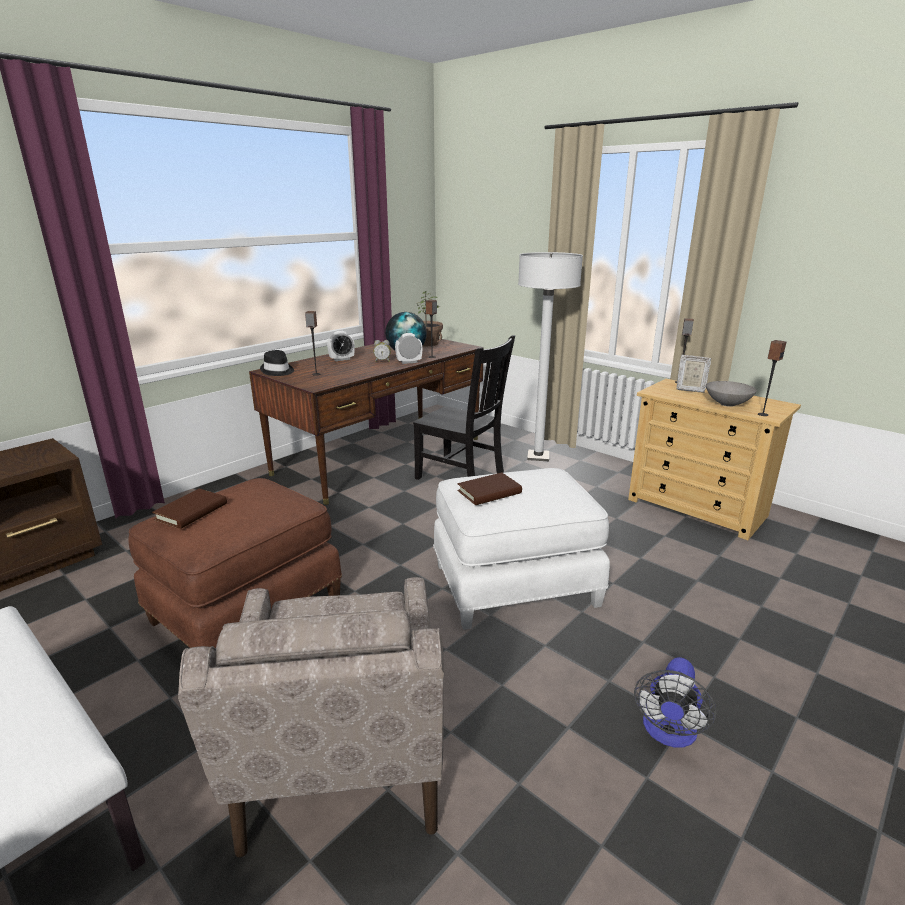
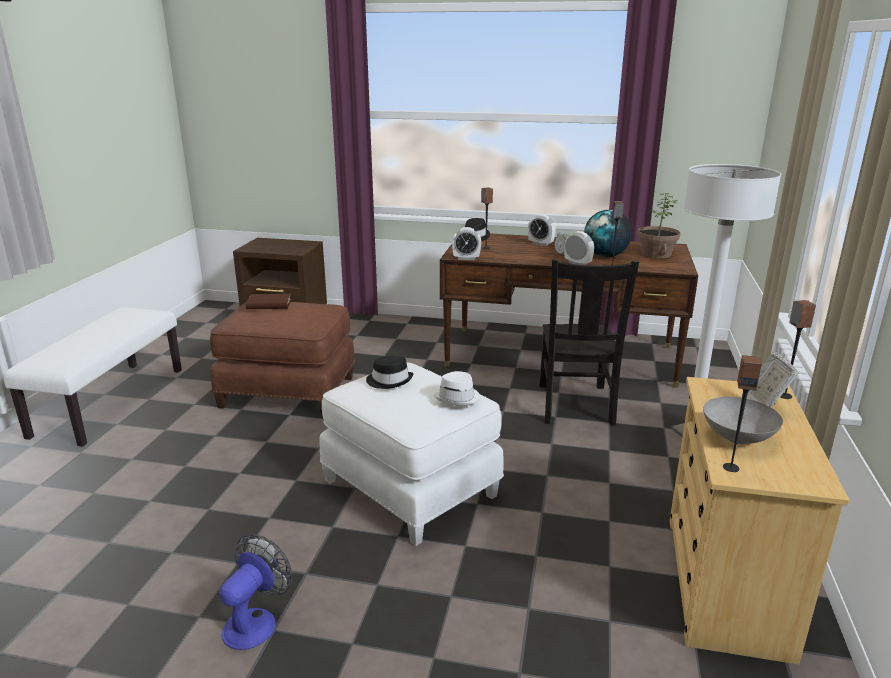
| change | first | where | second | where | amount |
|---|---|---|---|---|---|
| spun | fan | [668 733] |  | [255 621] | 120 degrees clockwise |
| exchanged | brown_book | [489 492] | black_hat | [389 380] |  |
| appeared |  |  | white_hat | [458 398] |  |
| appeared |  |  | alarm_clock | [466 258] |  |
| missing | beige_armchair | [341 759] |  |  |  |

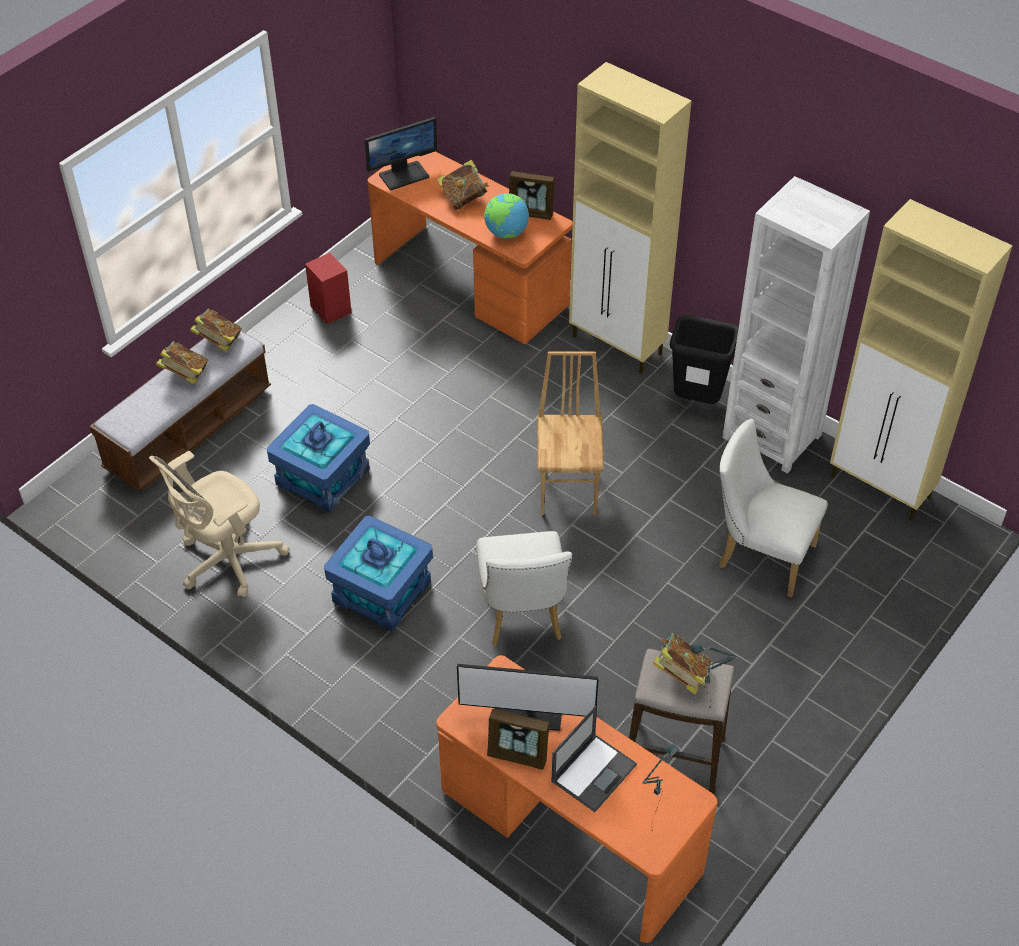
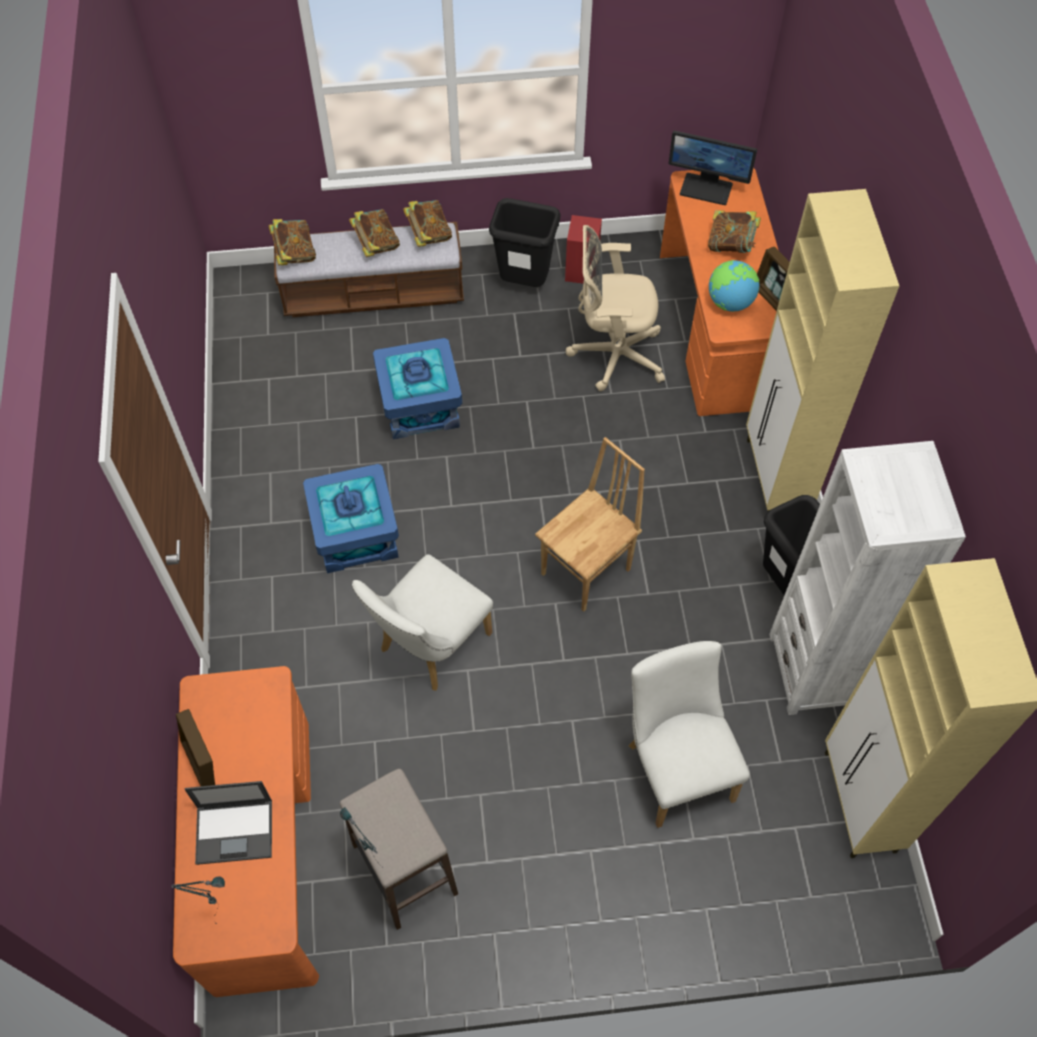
| change | first | where | second | where | amount |
|---|---|---|---|---|---|
| relocated | book | [680 675] |  | [294 254] |  |
| appeared |  |  | black_trash_can | [525 284] |  |
| relocated | beige_office_chair | [226 561] |  | [612 355] |  |
| missing | monitor | [527 714] |  |  |  |

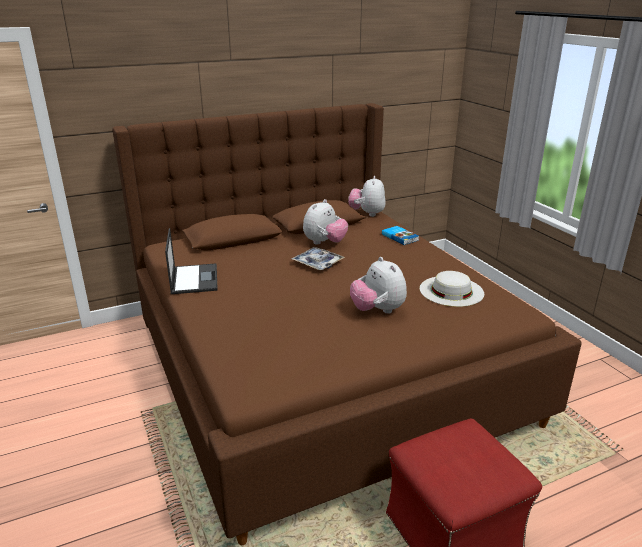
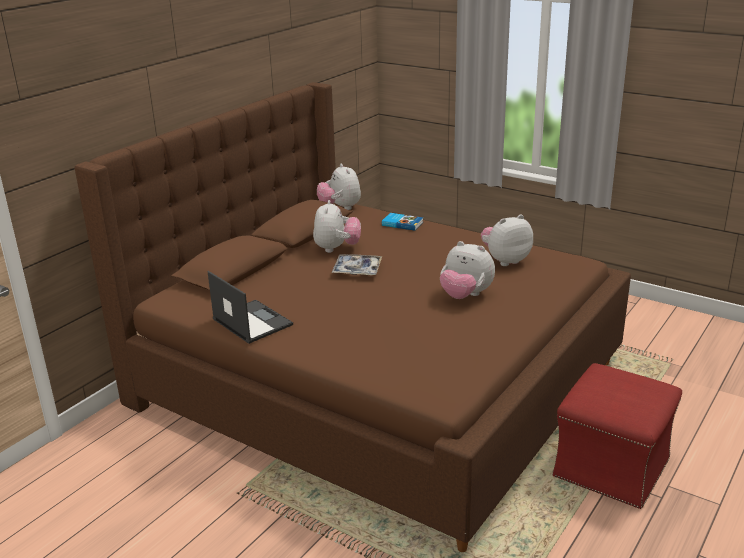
| change | first | where | second | where | amount |
|---|---|---|---|---|---|
| exchanged | white_hat | [451 291] | plush_toy | [505 260] |  |

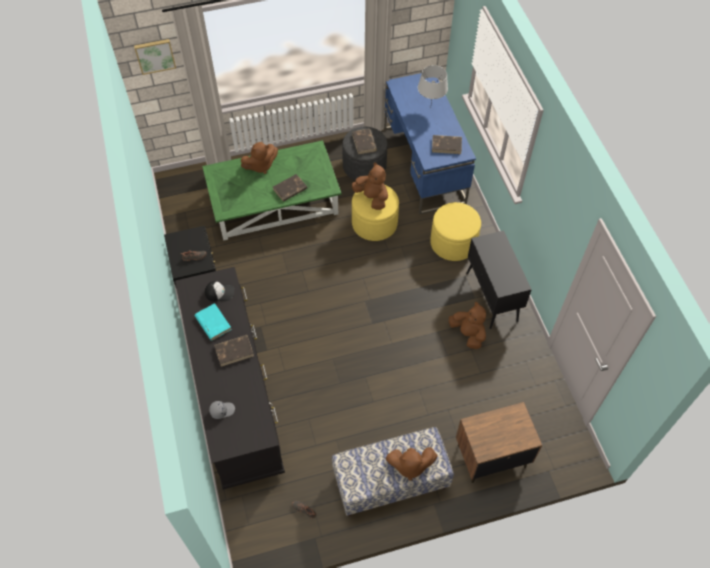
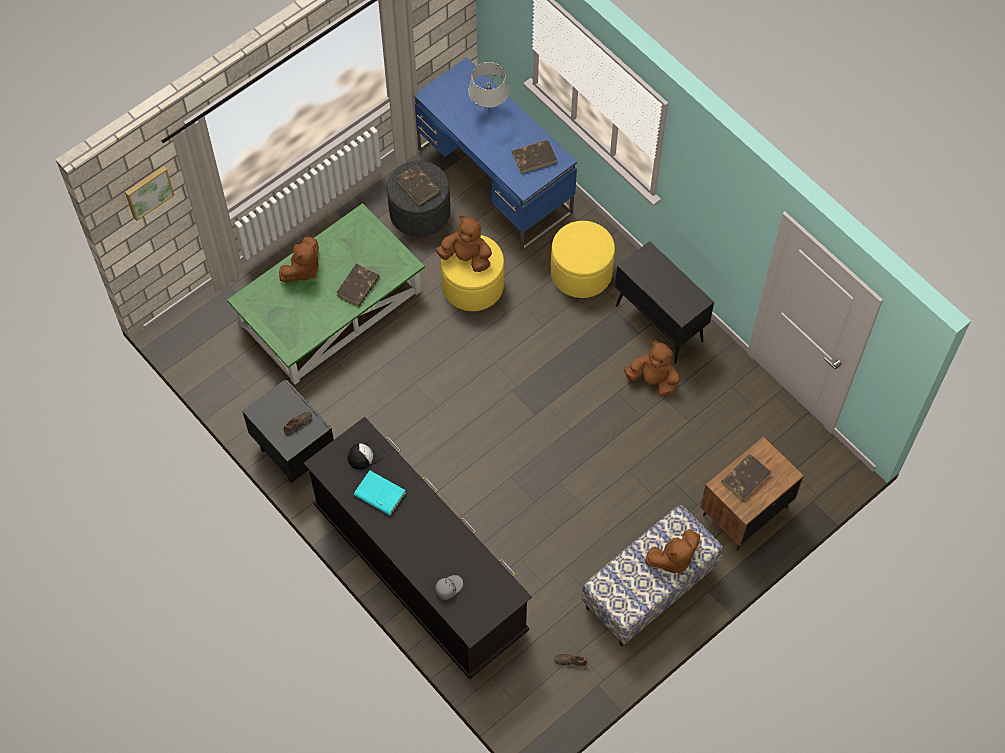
| change | first | where | second | where | amount |
|---|---|---|---|---|---|
| relocated | brown_book | [234 351] |  | [746 478] |  |

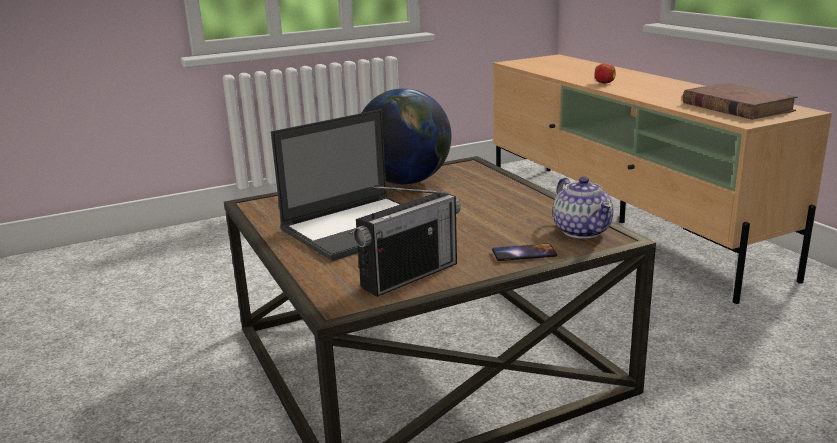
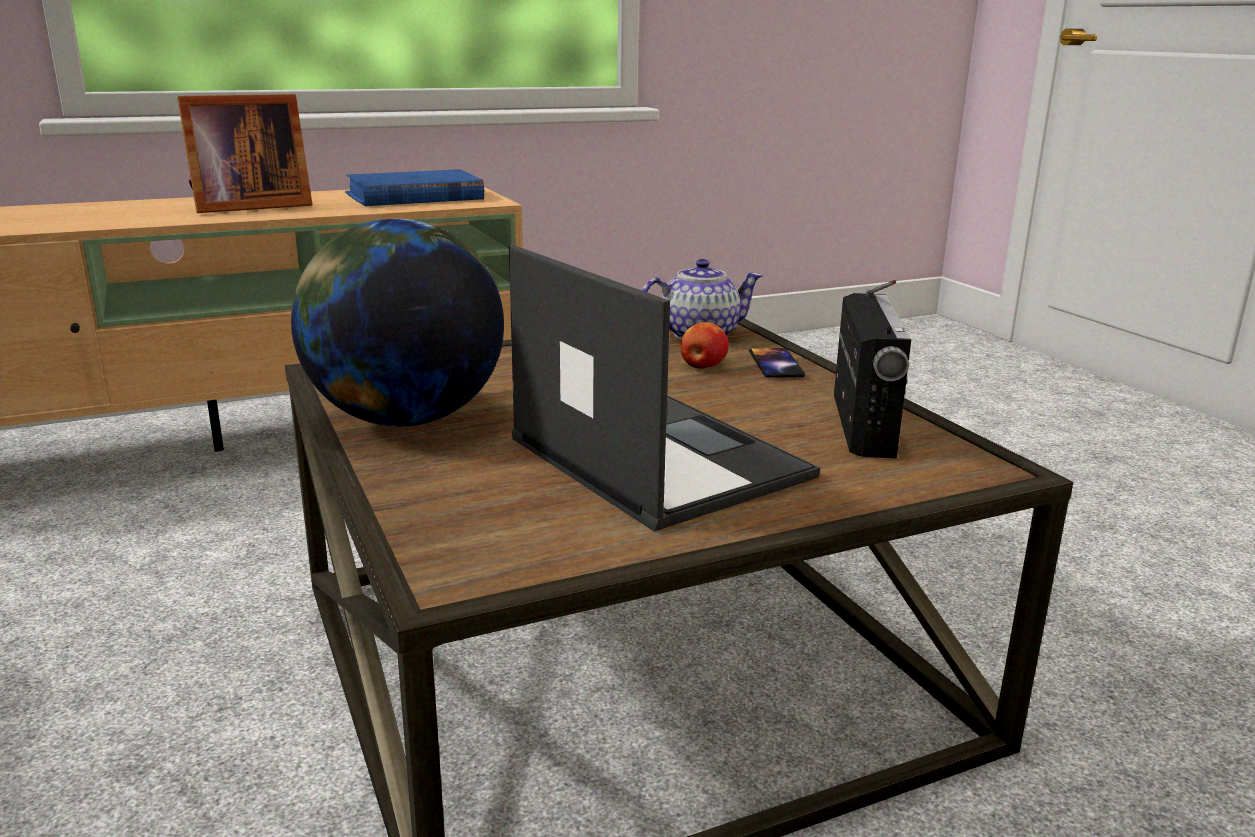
| change | first | where | second | where | amount |
|---|---|---|---|---|---|
| appeared |  |  | picture_frame | [246 206] |  |
| colour | brown_book | [736 107] | blue_book | [414 197] |  |
| relocated | apple | [603 83] |  | [702 367] |  |
| spun | radio | [409 275] |  | [863 425] | 45 degrees clockwise |

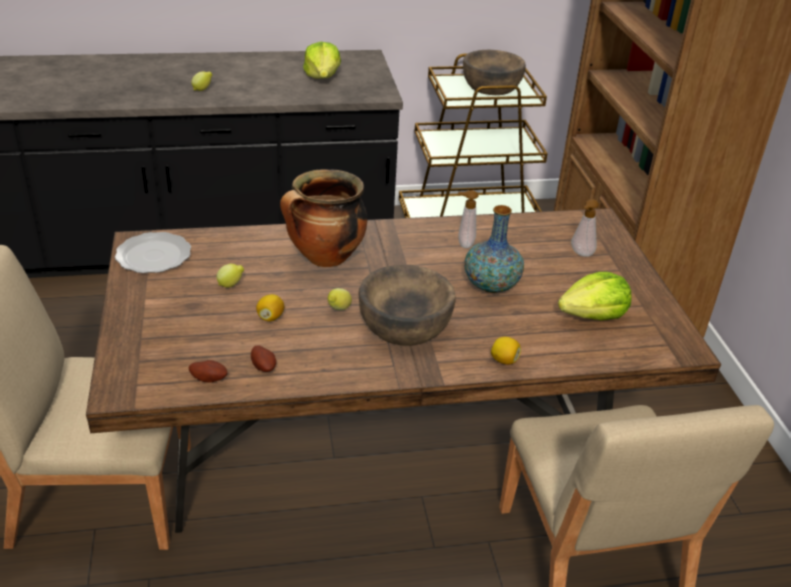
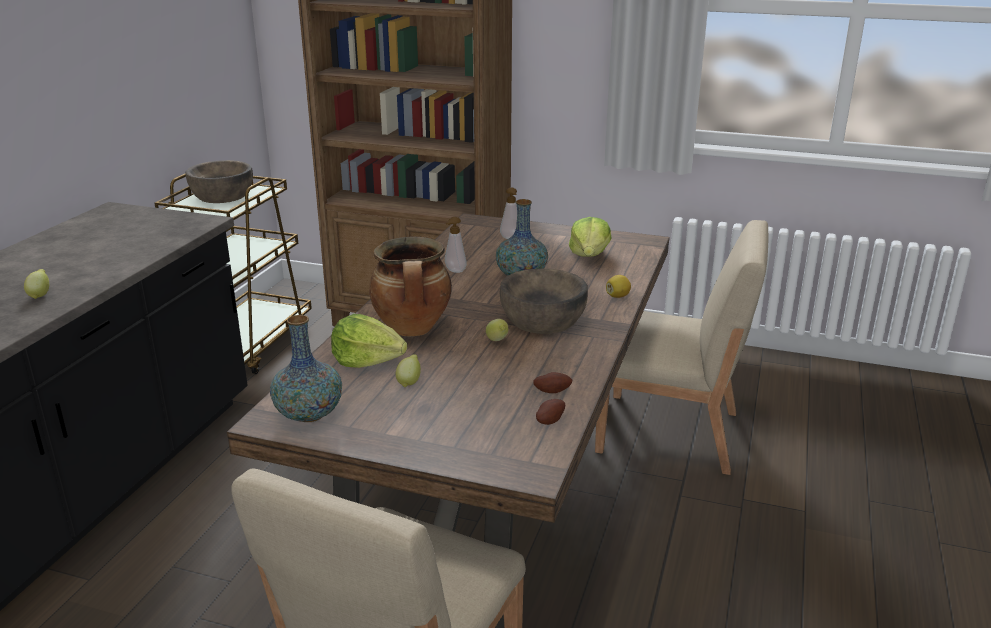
| change | first | where | second | where | amount |
|---|---|---|---|---|---|
| exchanged | plate | [154 256] | vase | [309 414] |  |
| relocated | lettuce | [322 77] |  | [367 360] |  |
| missing | lemon | [270 317] |  |  |  |

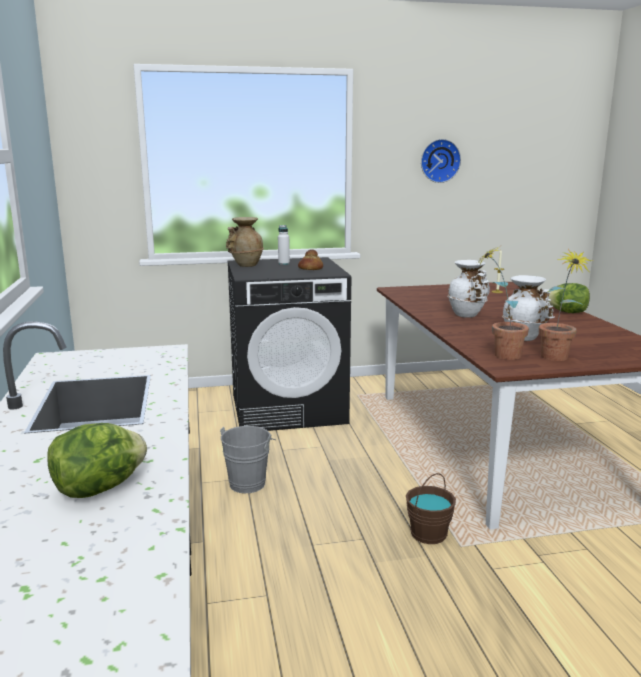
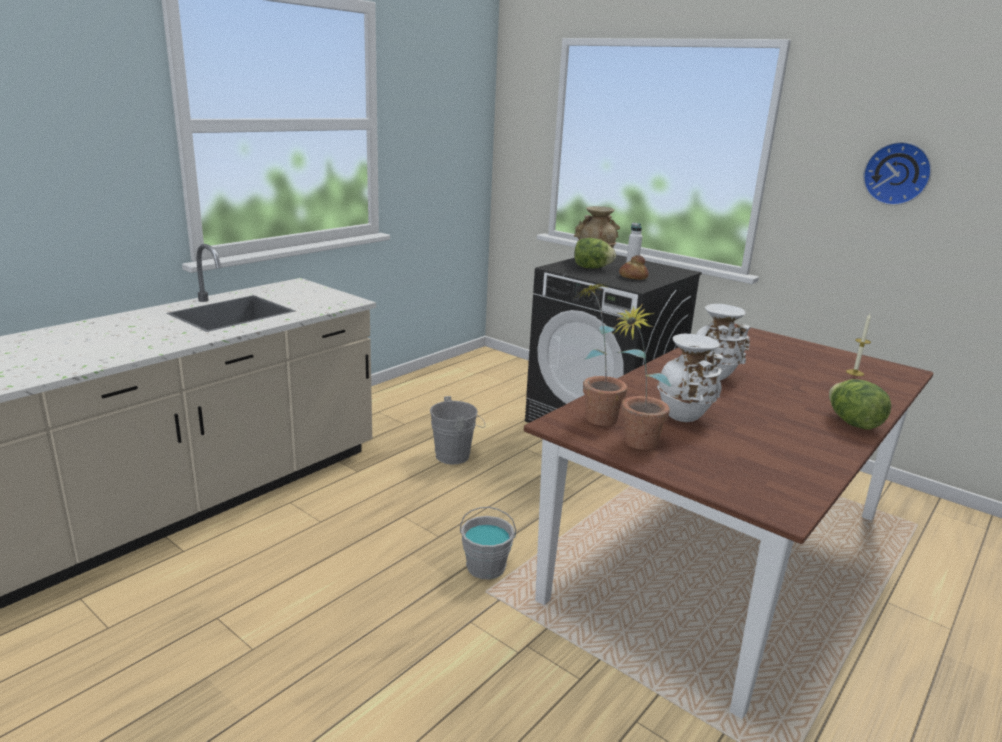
| change | first | where | second | where | amount |
|---|---|---|---|---|---|
| colour | brown_bucket | [428 533] | grey_bucket | [486 567] |  |
| relocated | lettuce | [99 489] |  | [591 268] |  |

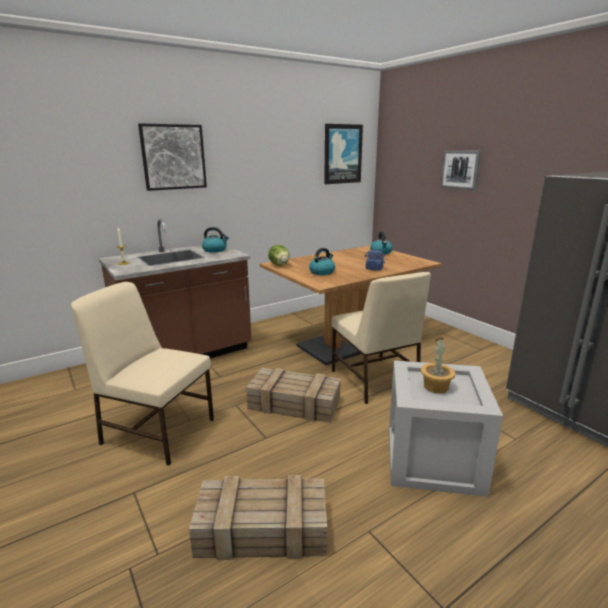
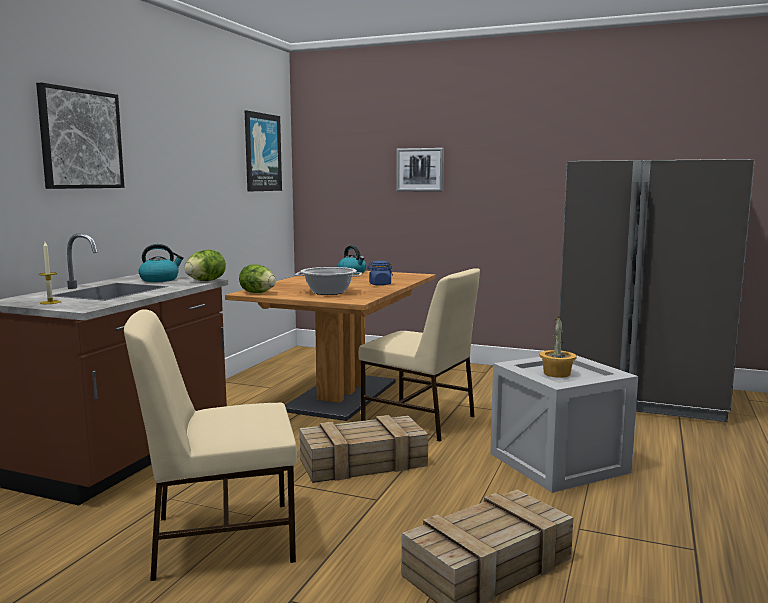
| change | first | where | second | where | amount |
|---|---|---|---|---|---|
| appeared |  |  | lettuce | [205 281] |  |
| exchanged | kettle | [322 272] | cooking_pot | [328 292] |  |

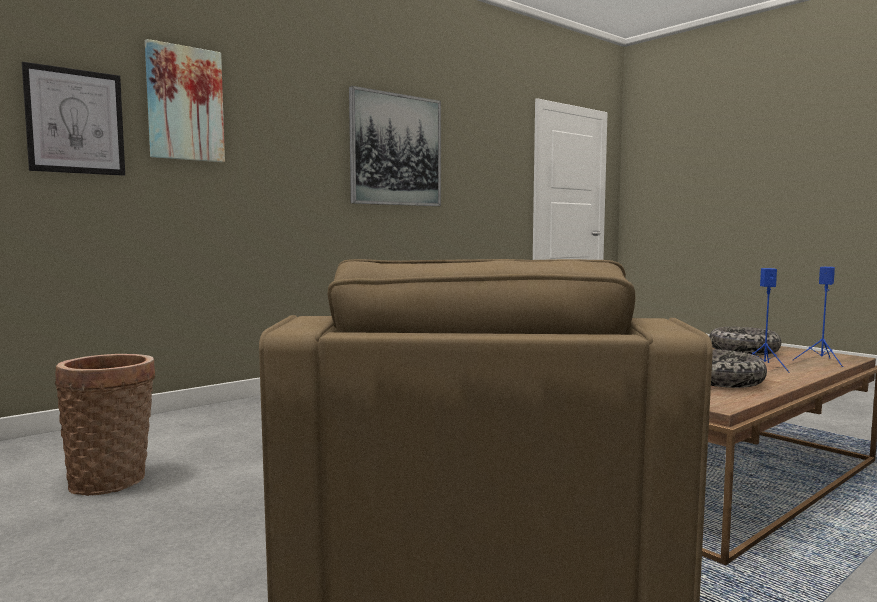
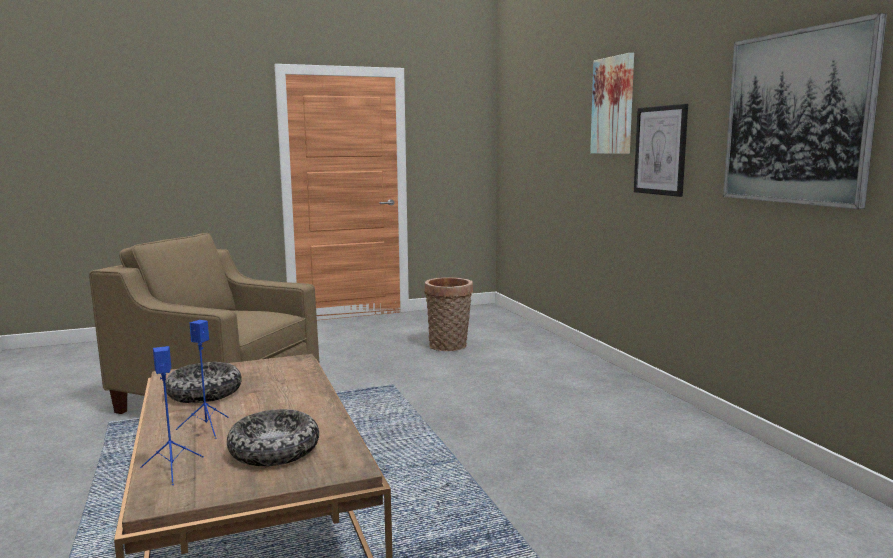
| change | first | where | second | where | amount |
|---|---|---|---|---|---|
| relocated | picture | [75 121] |  | [660 150] |  |

